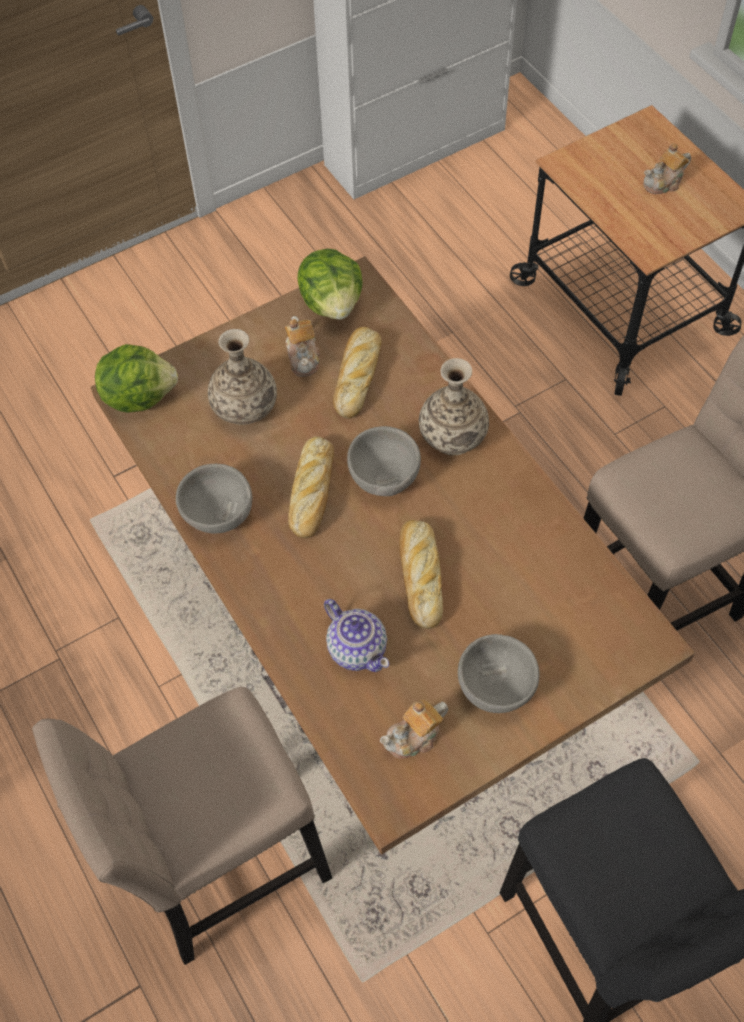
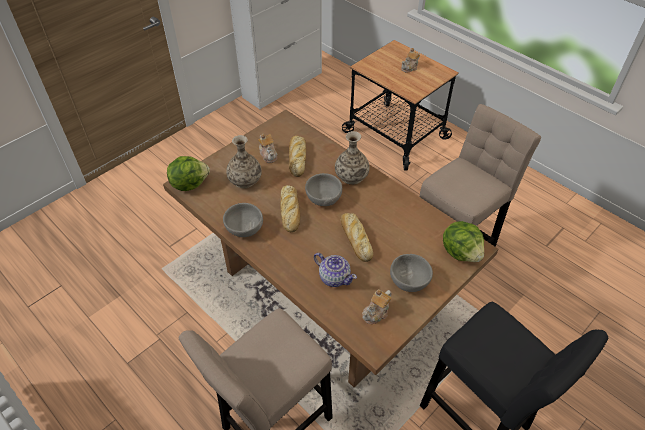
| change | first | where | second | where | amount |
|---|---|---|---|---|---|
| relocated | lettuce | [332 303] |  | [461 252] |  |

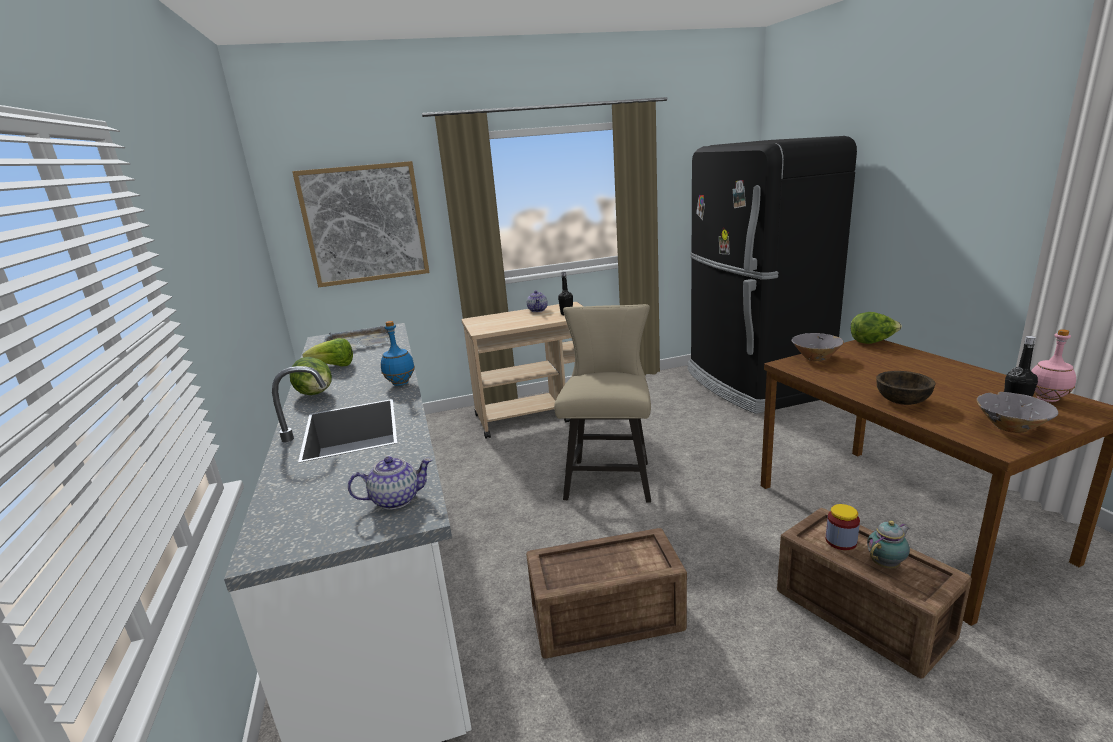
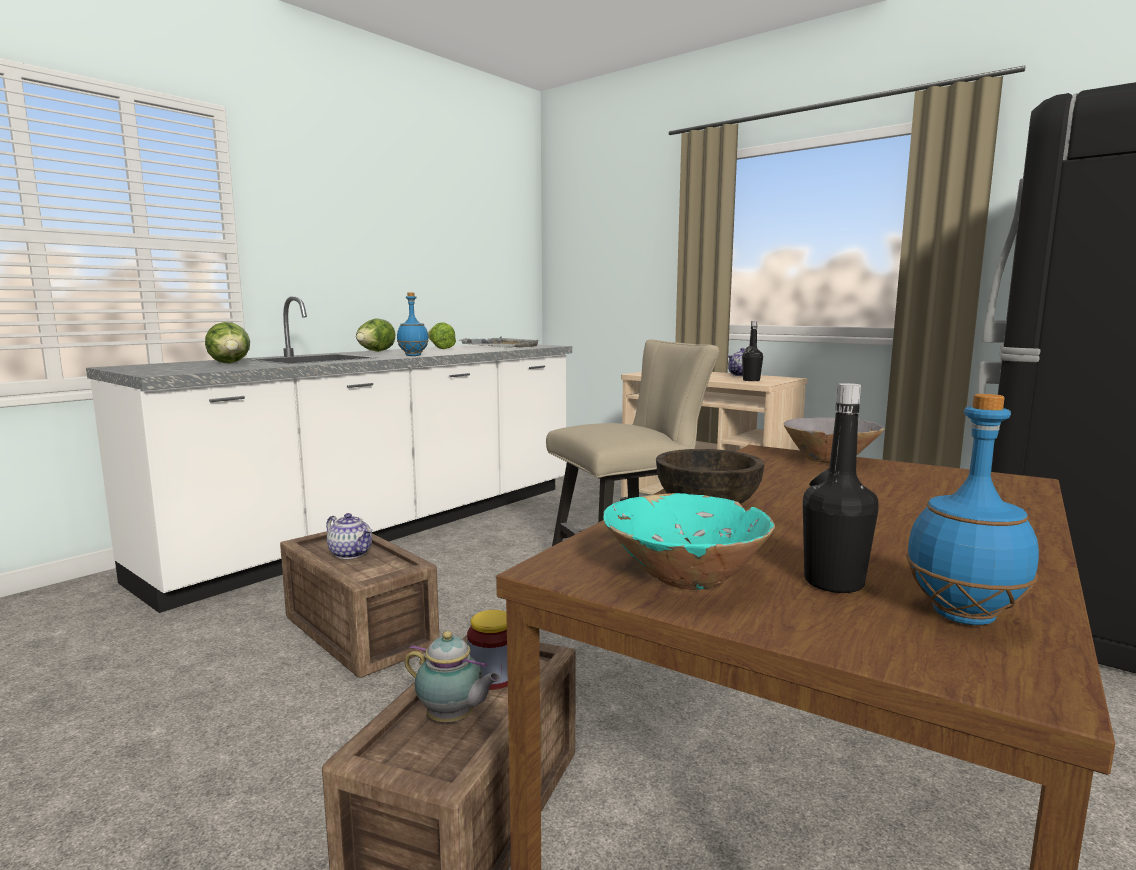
| change | first | where | second | where | amount |
|---|---|---|---|---|---|
| relocated | lettuce | [872 342] |  | [230 363] |  |
| relocated | teapot | [396 499] |  | [351 553] |  |
| colour | grey_bowl | [1011 428] | turquoise_bowl | [685 577] |  |
| colour | pink_bottle | [1047 399] | blue_bottle | [961 615] |  |
| missing | picture | [364 224] |  |  |  |

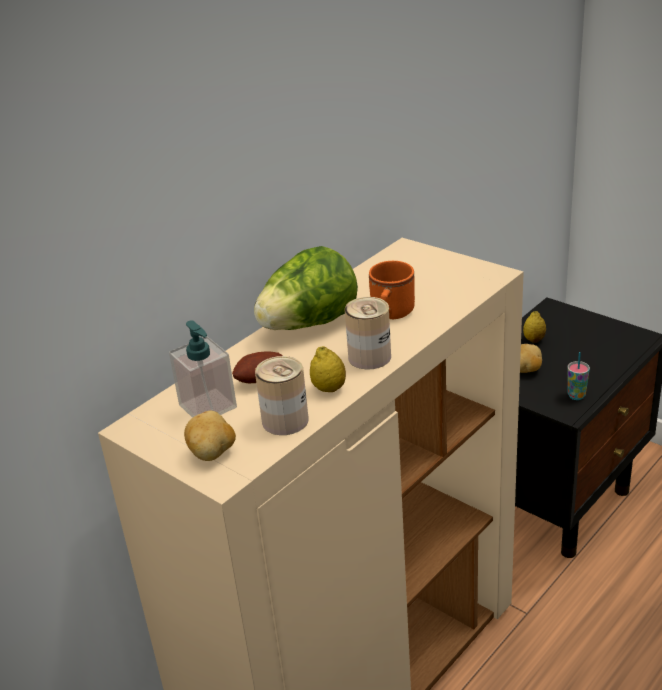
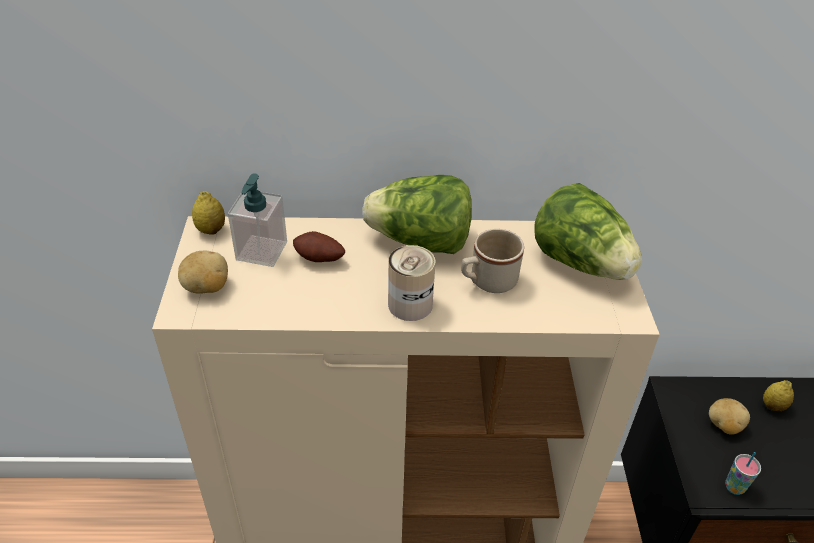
| change | first | where | second | where | amount |
|---|---|---|---|---|---|
| relocated | lemon | [329 389] |  | [211 230] |  |
| colour | orange_mug | [391 314] | beige_mug | [487 282] |  |
| appeared |  |  | lettuce | [581 263] |  |
| missing | can | [285 420] |  |  |  |

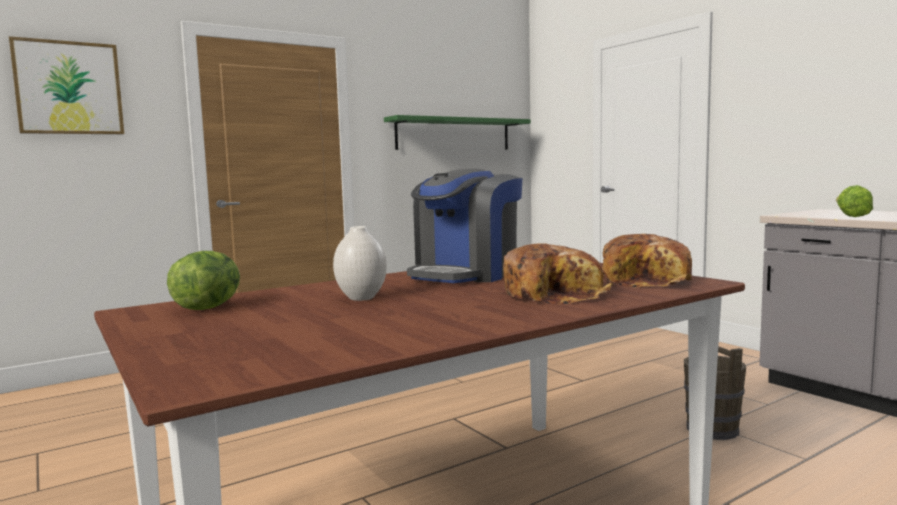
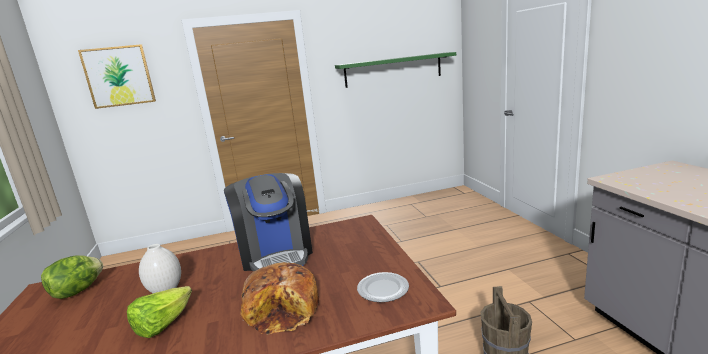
| change | first | where | second | where | amount |
|---|---|---|---|---|---|
| relocated | lettuce | [850 216] |  | [163 325] |  |
| spun | coffee_machine | [466 274] |  | [276 253] | 75 degrees counterclockwise |
| exchanged | bread | [647 280] | plate | [383 289] |  |

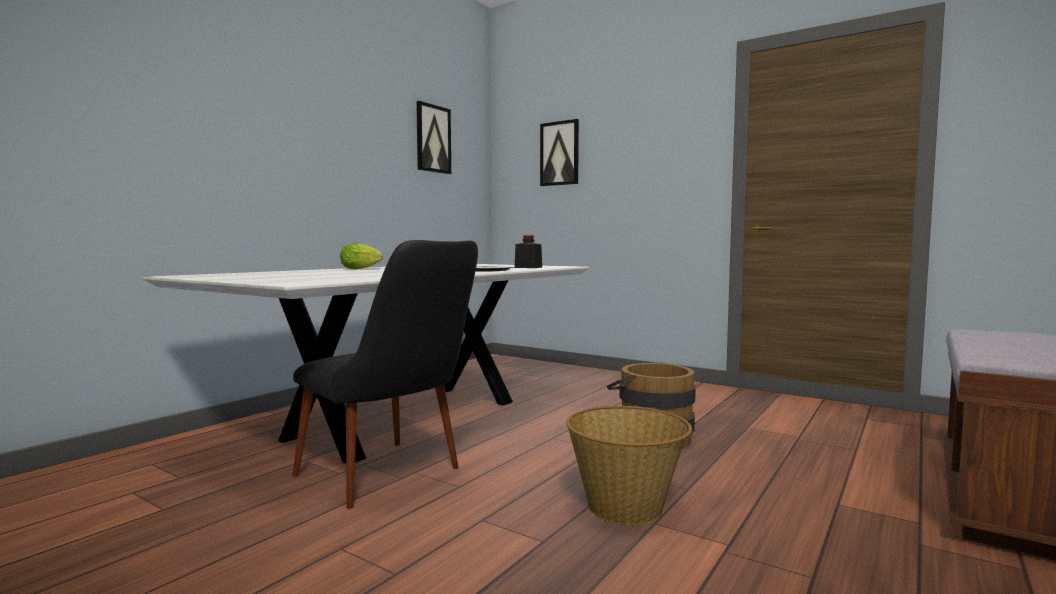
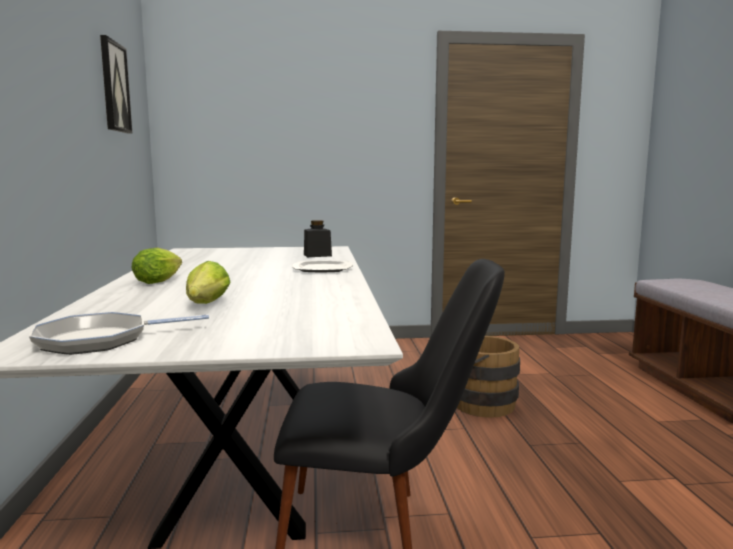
| change | first | where | second | where | amount |
|---|---|---|---|---|---|
| appeared |  |  | frying_pan | [100 340] |  |
| appeared |  |  | lettuce | [206 305] |  |
| missing | picture | [560 153] |  |  |  |
| missing | basket | [626 507] |  |  |  |

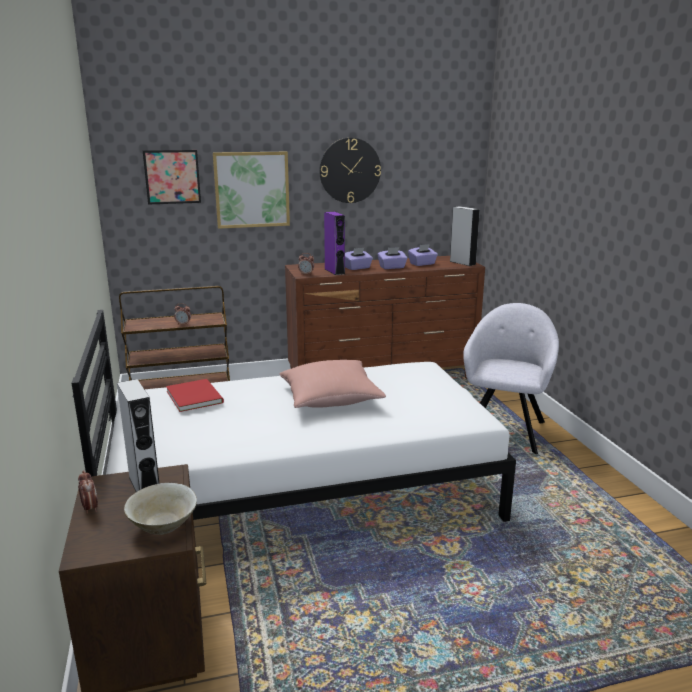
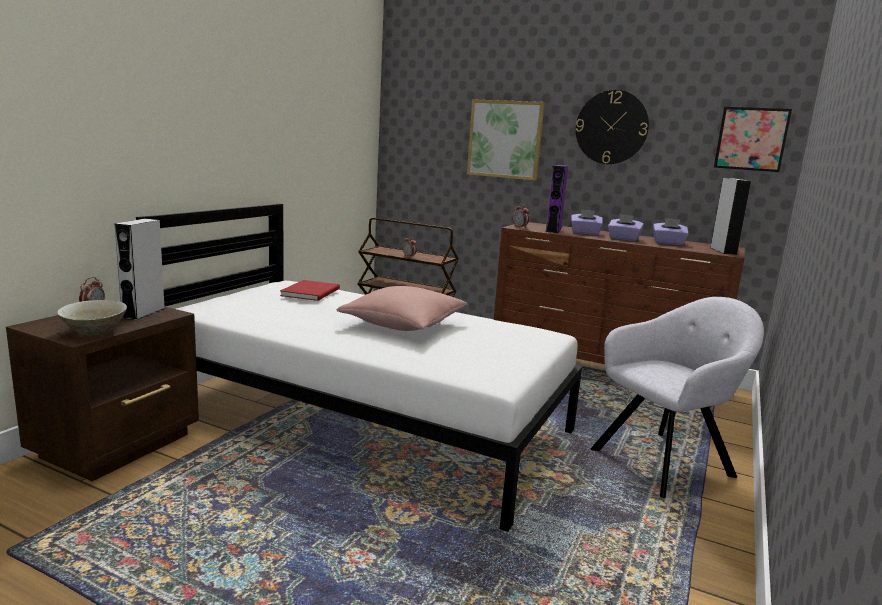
| change | first | where | second | where | amount |
|---|---|---|---|---|---|
| relocated | picture | [172 177] |  | [751 139] |  |

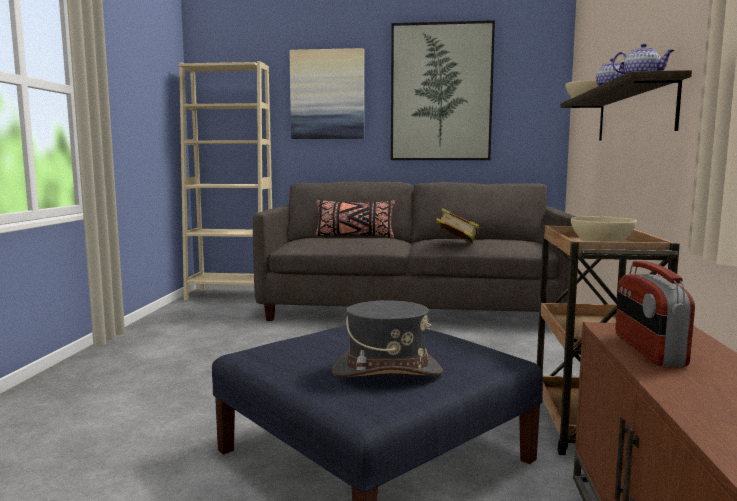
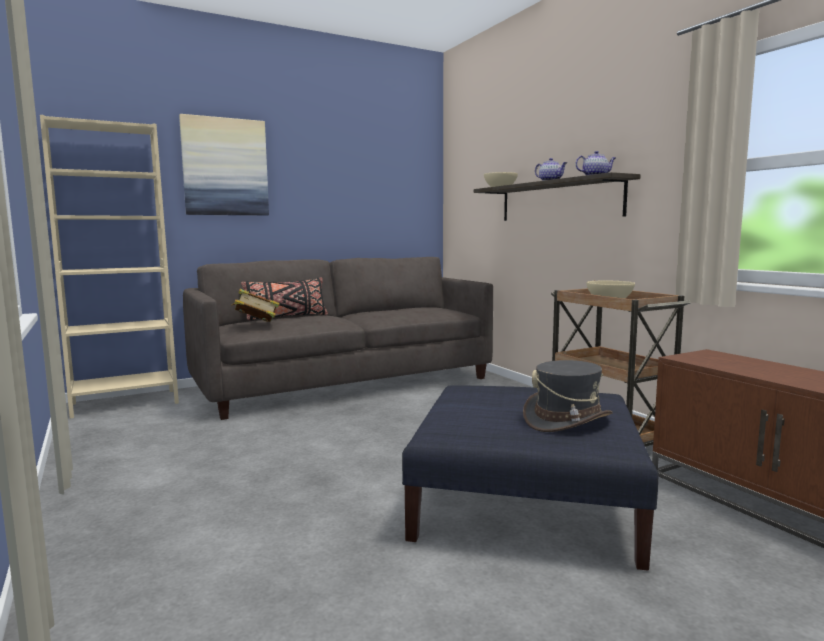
| change | first | where | second | where | amount |
|---|---|---|---|---|---|
| relocated | book | [457 244] |  | [256 324] |  |
| missing | picture | [441 92] |  |  |  |
| missing | radio | [647 350] |  |  |  |

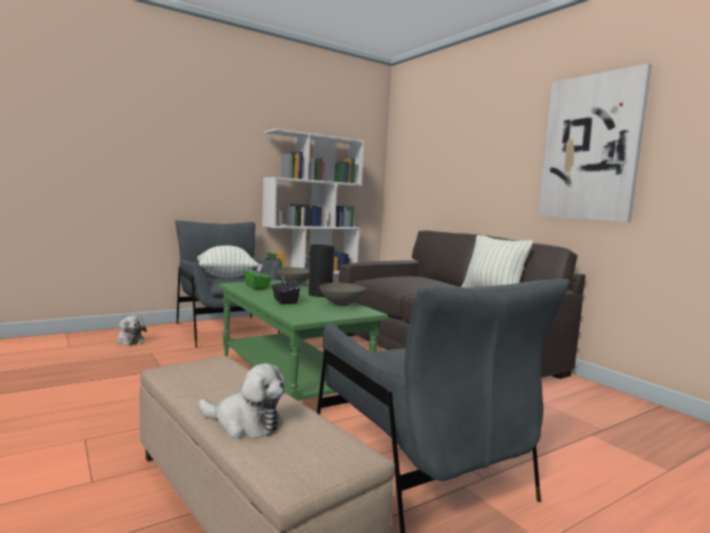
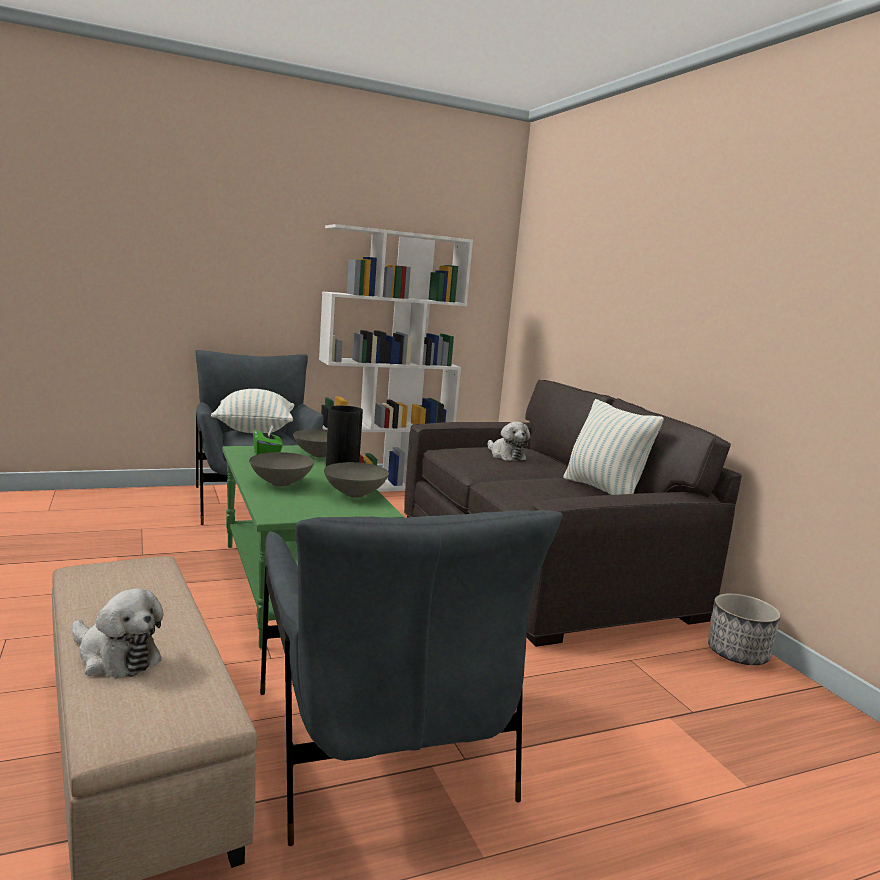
| change | first | where | second | where | amount |
|---|---|---|---|---|---|
| exchanged | black_tissue_box | [284 301] | grey_bowl | [281 483] |  |
| relocated | plush_toy | [129 341] |  | [506 455] |  |
| appeared |  |  | planter | [738 654] |  |
| missing | picture | [591 148] |  |  |  |

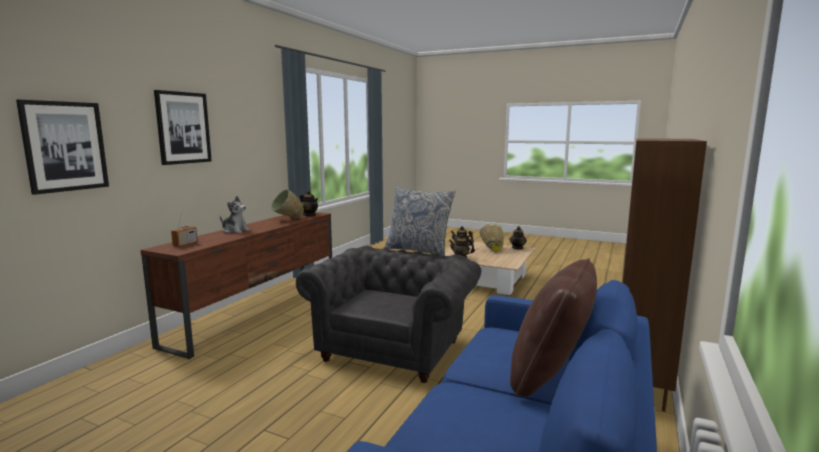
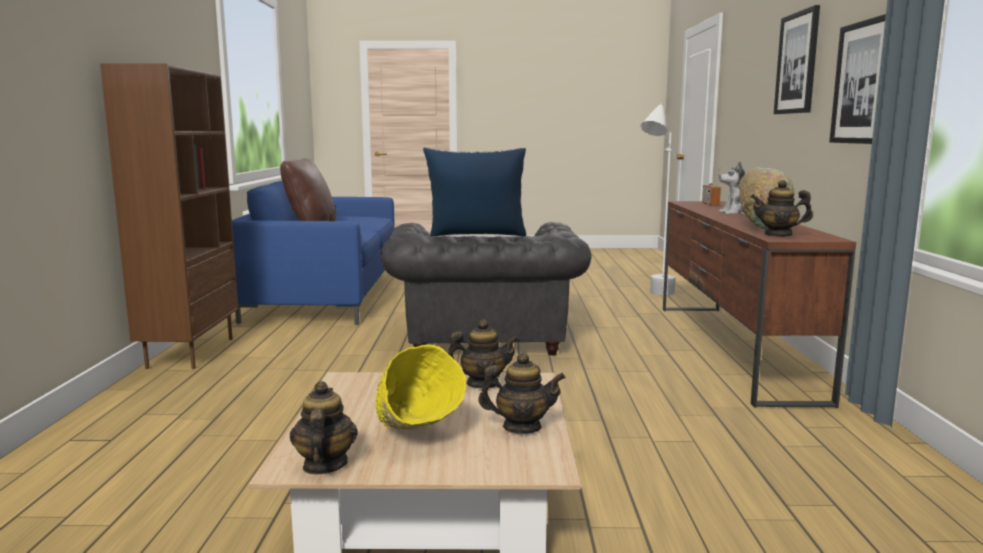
| change | first | where | second | where | amount |
|---|---|---|---|---|---|
| appeared |  |  | white_floor_lamp | [655 296] |  |
| relocated | picture | [65 146] |  | [863 82] |  |

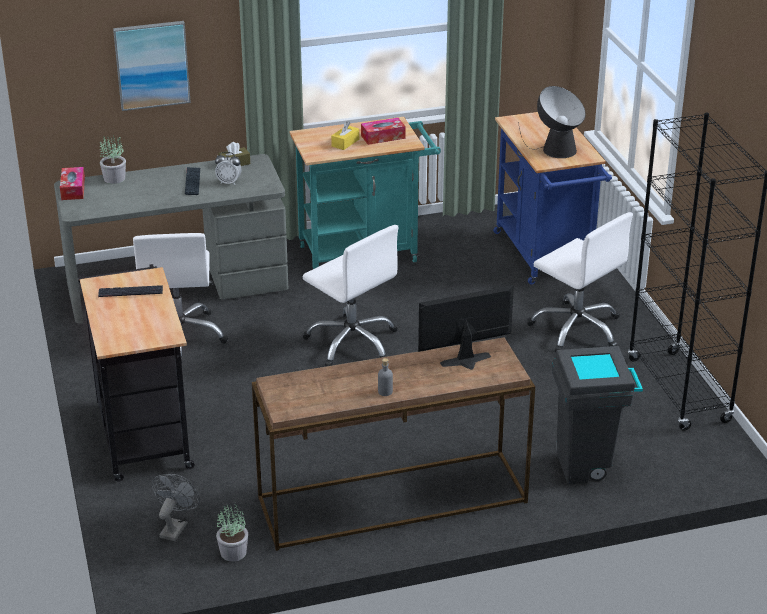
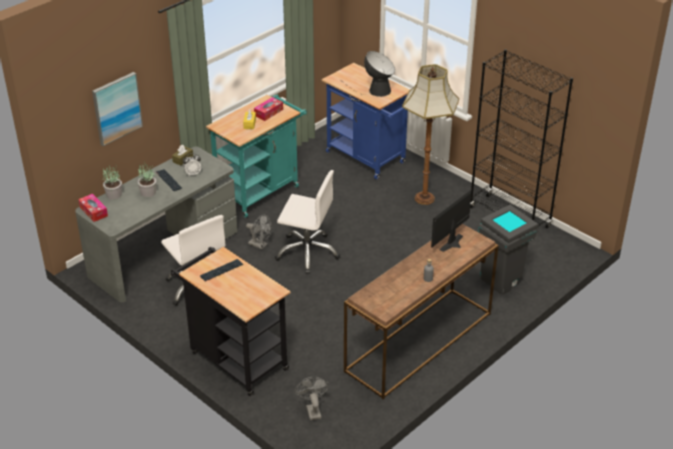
| change | first | where | second | where | amount |
|---|---|---|---|---|---|
| relocated | potted_plant | [233 552] |  | [148 192] |  |
| appeared |  |  | grey_fan | [260 245] |  |
| exchanged | white_office_chair | [577 328] | floor_lamp | [425 198] |  |

